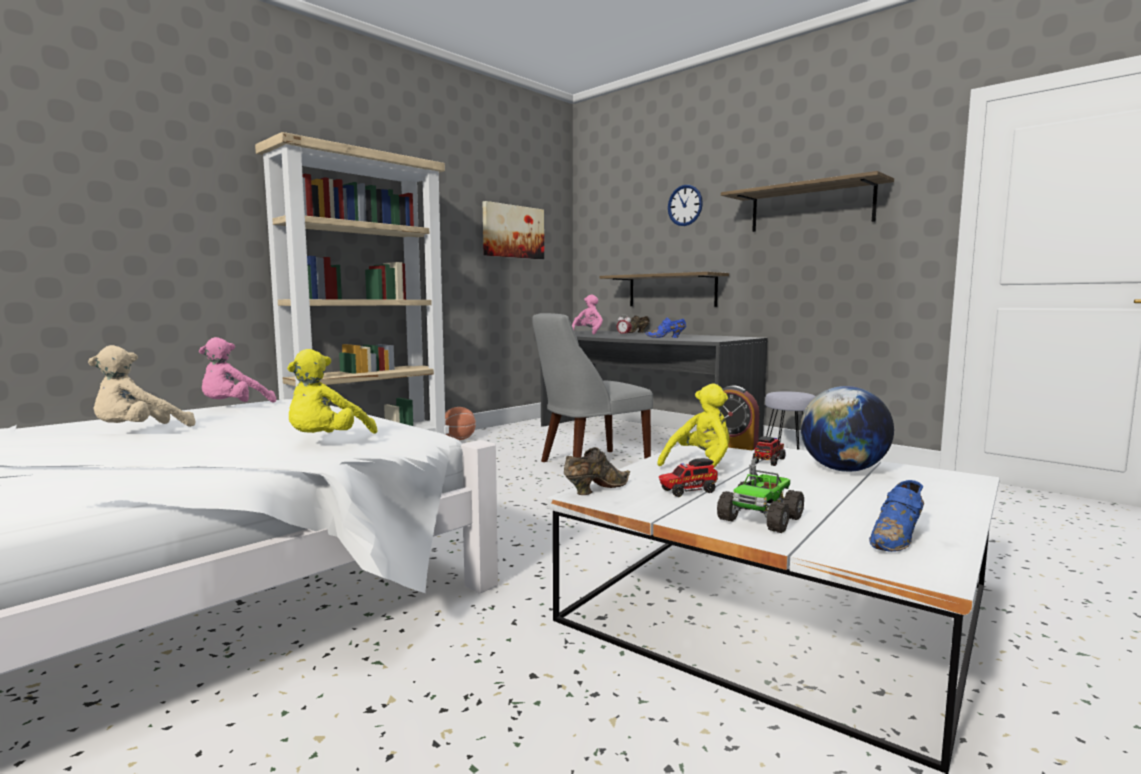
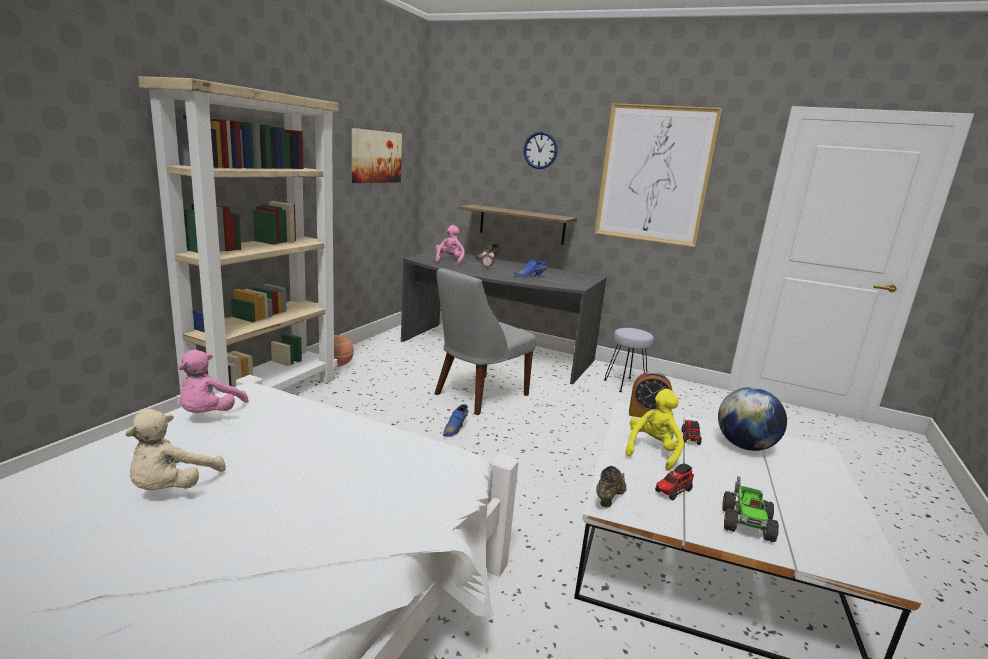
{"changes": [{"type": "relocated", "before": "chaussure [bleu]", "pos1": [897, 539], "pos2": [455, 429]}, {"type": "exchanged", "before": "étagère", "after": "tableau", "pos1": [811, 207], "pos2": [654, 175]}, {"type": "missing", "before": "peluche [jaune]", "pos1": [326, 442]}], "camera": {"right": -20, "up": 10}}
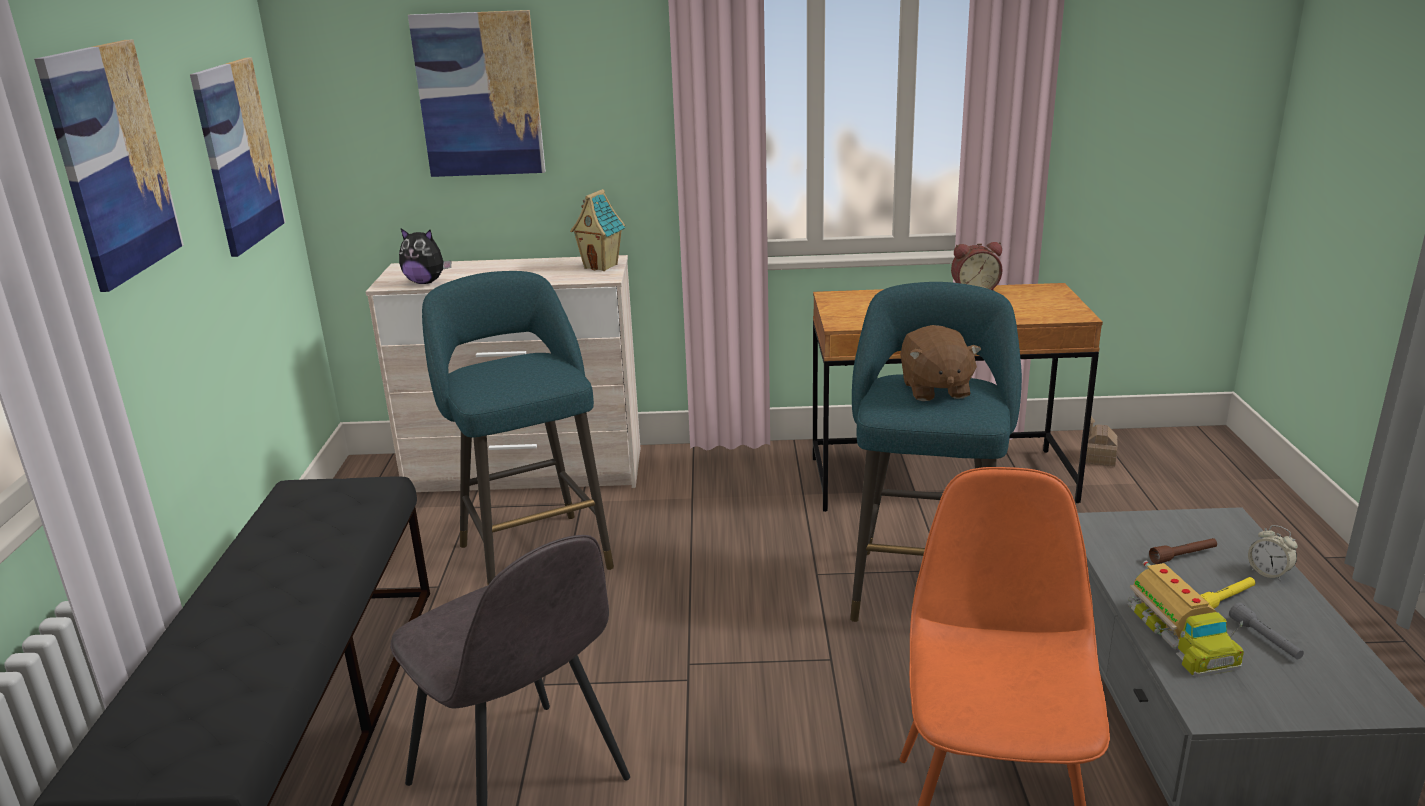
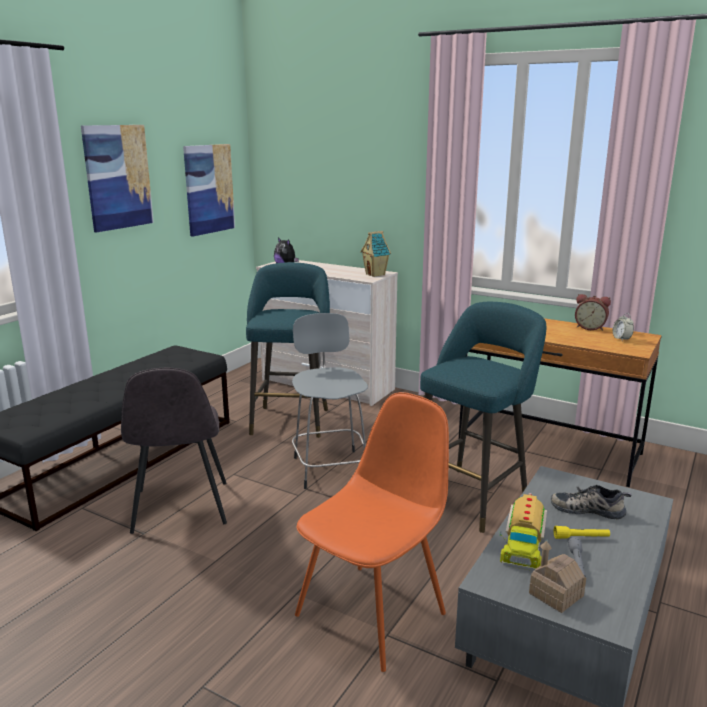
{"changes": [{"type": "appeared", "after": "tabouret [gris]", "pos2": [330, 467]}, {"type": "relocated", "before": "maison miniature", "pos1": [1098, 457], "pos2": [555, 594]}, {"type": "exchanged", "before": "lampe de poche [marron]", "after": "chaussure", "pos1": [1183, 556], "pos2": [588, 509]}, {"type": "relocated", "before": "réveil", "pos1": [1268, 573], "pos2": [621, 339]}, {"type": "missing", "before": "tableau", "pos1": [479, 95]}, {"type": "missing", "before": "peluche [marron]", "pos1": [934, 389]}], "camera": {"right": 30, "up": -5}}
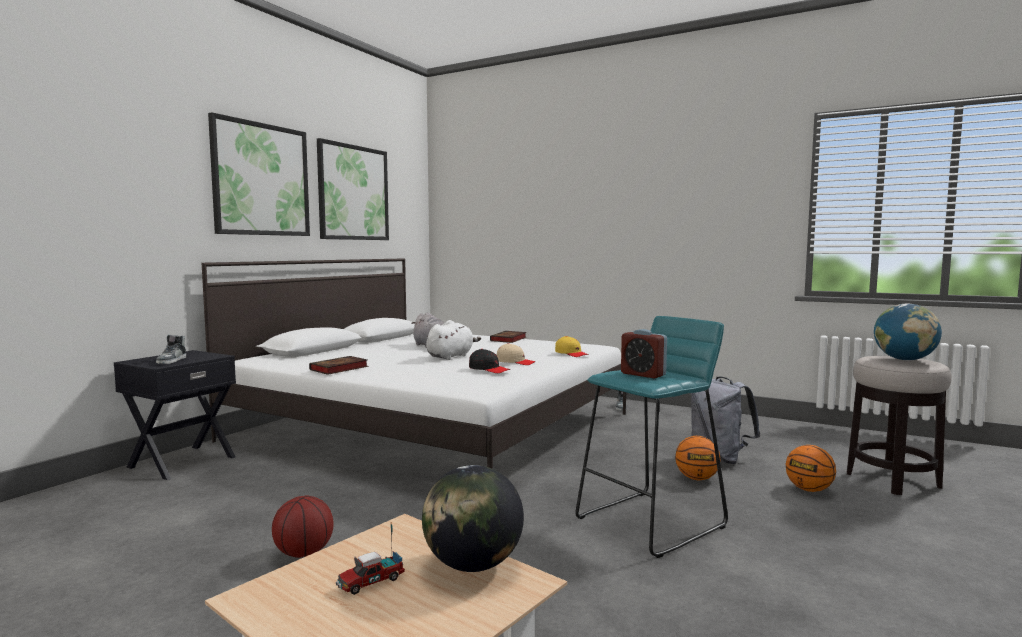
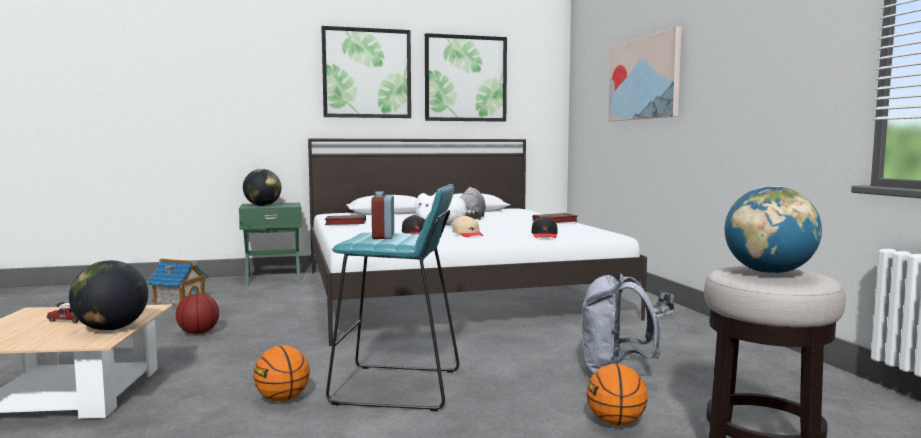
{"changes": [{"type": "appeared", "after": "maison miniature", "pos2": [179, 300]}, {"type": "colour", "before": "table de chevet [noir]", "after": "table de chevet [vert]", "pos1": [181, 462], "pos2": [273, 279]}, {"type": "exchanged", "before": "chaussure", "after": "globe", "pos1": [172, 361], "pos2": [262, 205]}, {"type": "relocated", "before": "ballon de basket", "pos1": [697, 478], "pos2": [282, 399]}, {"type": "colour", "before": "casquette [jaune]", "after": "casquette [noir]", "pos1": [571, 354], "pos2": [544, 235]}, {"type": "appeared", "after": "tableau", "pos2": [644, 78]}], "camera": {"right": 45, "up": 0}}
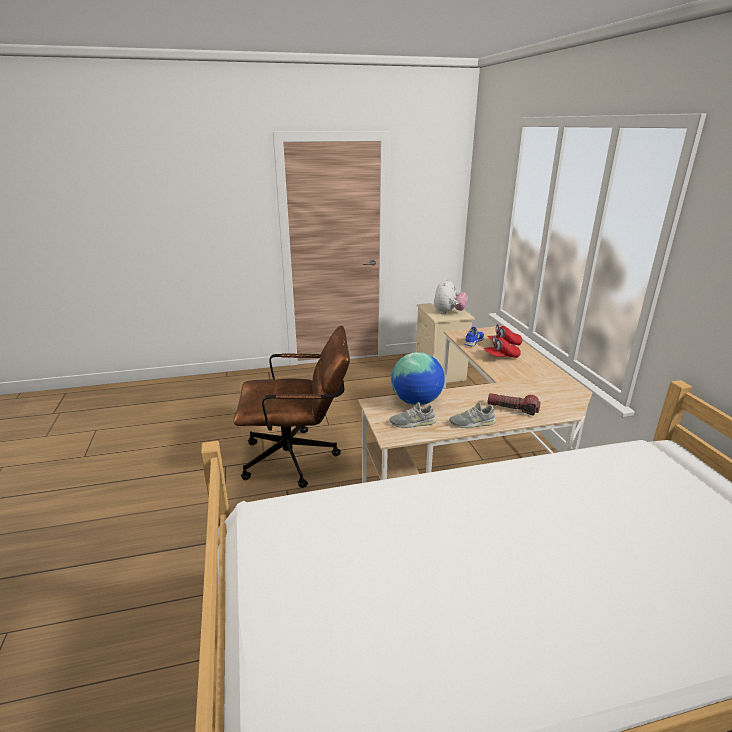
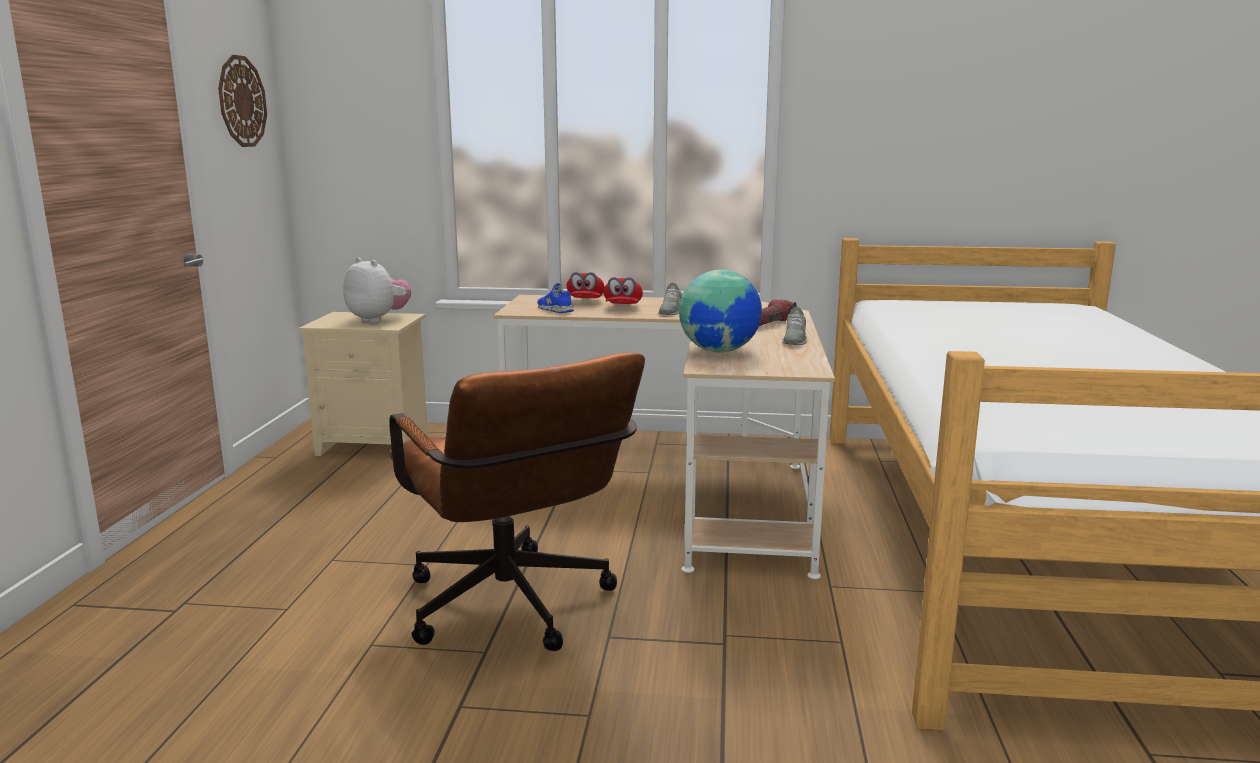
{"changes": [{"type": "appeared", "after": "horloge murale", "pos2": [241, 101]}, {"type": "spun", "before": "chaise de bureau [marron]", "pos1": [298, 458], "pos2": [515, 611], "turn": 135}, {"type": "relocated", "before": "chaussure [gris]", "pos1": [412, 422], "pos2": [670, 311]}], "camera": {"right": -70, "up": -10}}
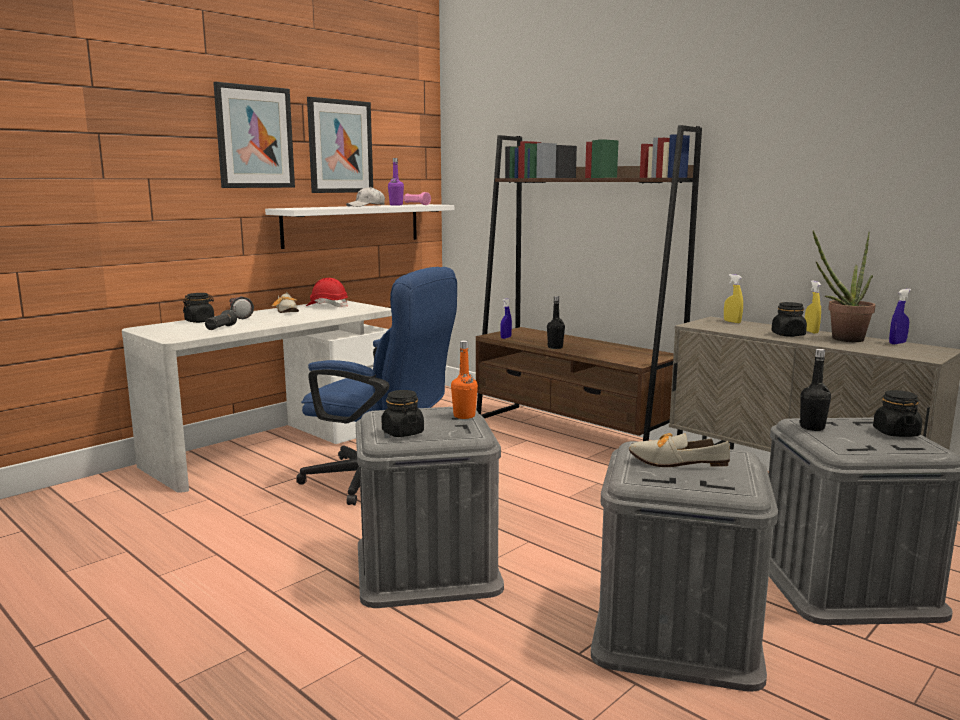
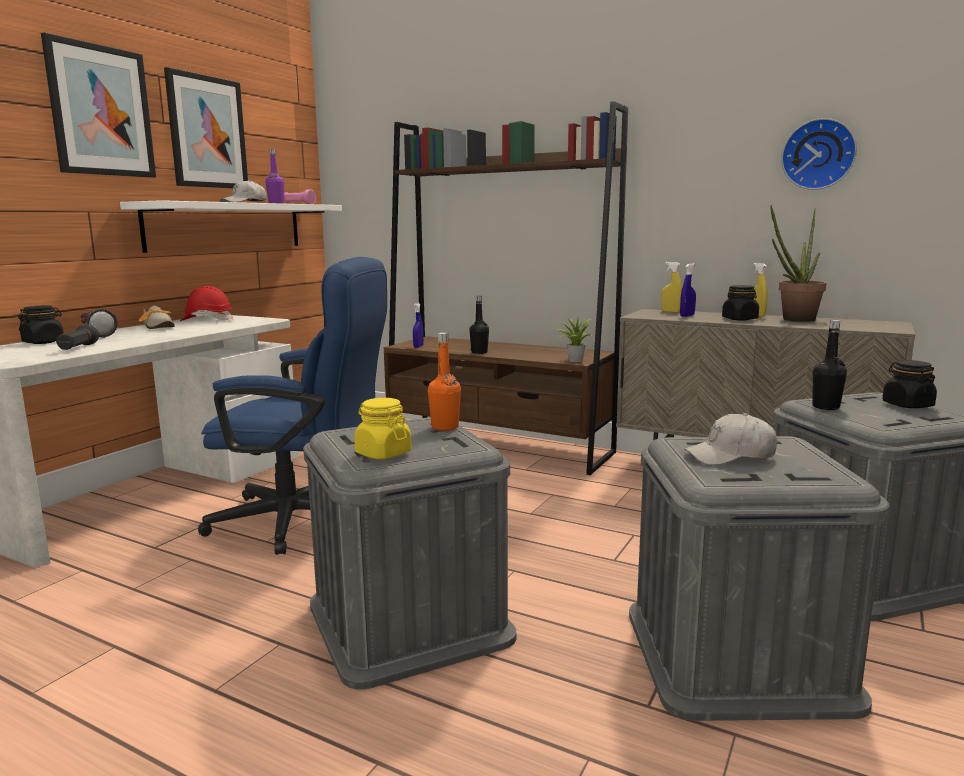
{"changes": [{"type": "colour", "before": "bocal [noir]", "after": "bocal [jaune]", "pos1": [402, 432], "pos2": [383, 453]}, {"type": "appeared", "after": "plante en pot", "pos2": [574, 360]}, {"type": "relocated", "before": "vaporisateur [bleu]", "pos1": [897, 343], "pos2": [687, 316]}, {"type": "exchanged", "before": "chaussure", "after": "casquette [blanc]", "pos1": [671, 461], "pos2": [731, 455]}, {"type": "appeared", "after": "horloge murale", "pos2": [818, 154]}], "camera": {"right": -15, "up": 0}}
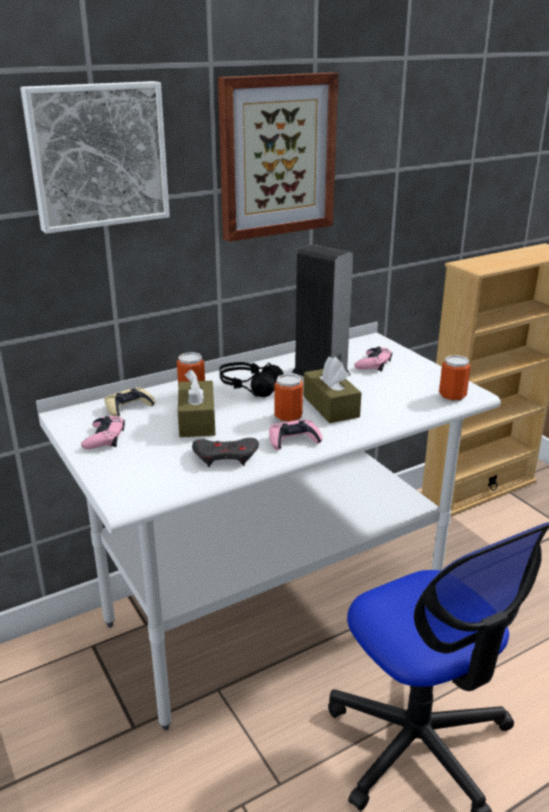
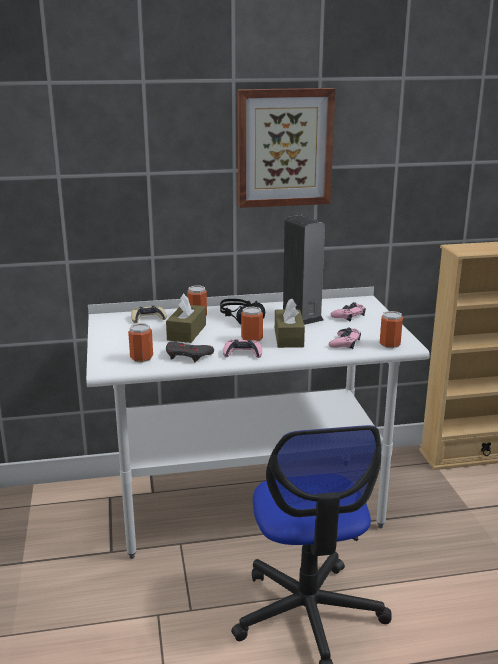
{"changes": [{"type": "appeared", "after": "boîte métallique", "pos2": [141, 358]}, {"type": "relocated", "before": "manette [rose]", "pos1": [104, 438], "pos2": [345, 342]}, {"type": "missing", "before": "tableau", "pos1": [97, 155]}], "camera": {"right": 20, "up": -5}}
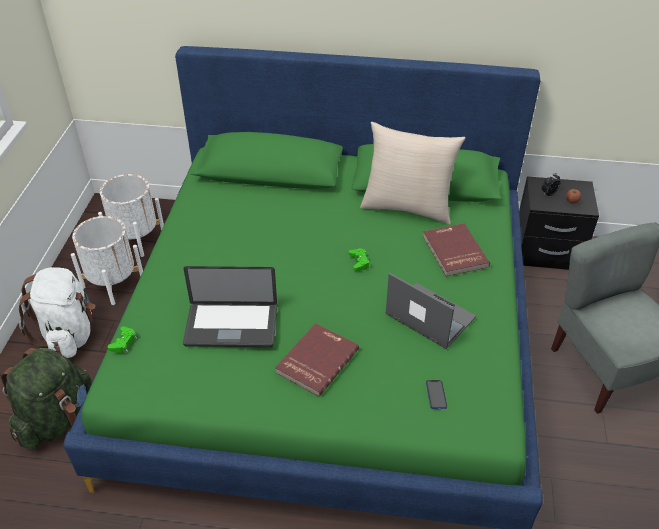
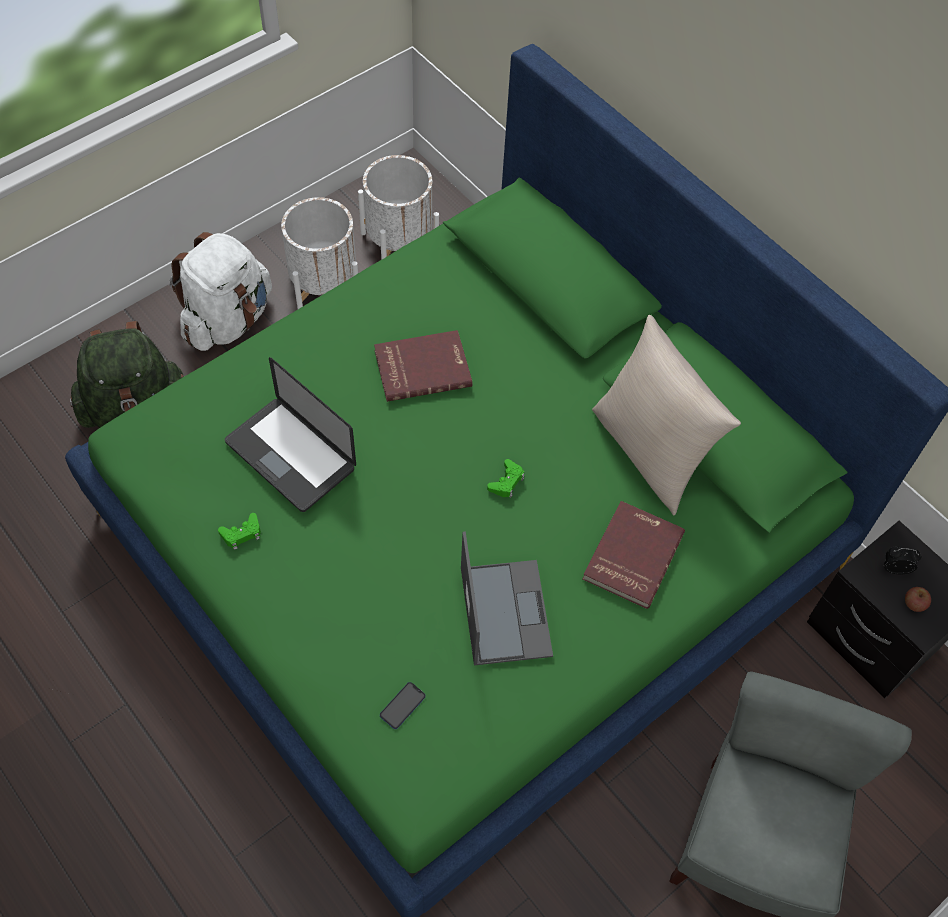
{"changes": [{"type": "relocated", "before": "manette [vert]", "pos1": [123, 343], "pos2": [242, 534]}, {"type": "relocated", "before": "livre [rouge]", "pos1": [316, 360], "pos2": [422, 367]}], "camera": {"right": 40, "up": 15}}
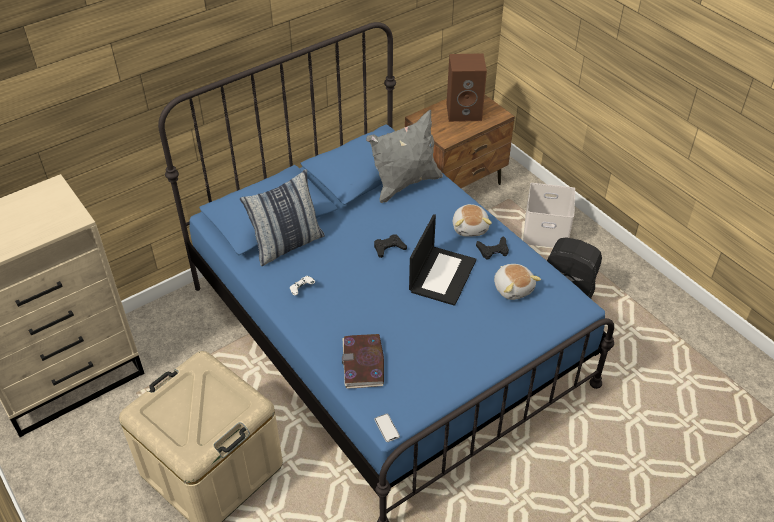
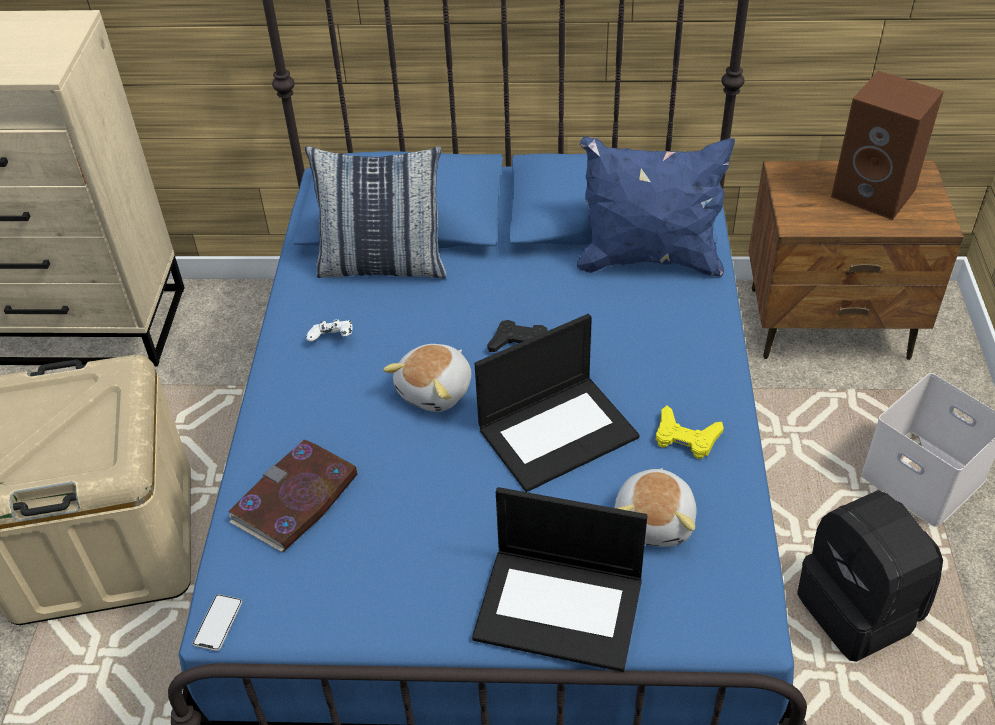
{"changes": [{"type": "relocated", "before": "peluche", "pos1": [470, 227], "pos2": [436, 390]}, {"type": "appeared", "after": "ordinateur portable", "pos2": [561, 607]}, {"type": "colour", "before": "coussin [gris]", "after": "coussin [bleu]", "pos1": [405, 184], "pos2": [649, 259]}, {"type": "colour", "before": "manette [noir]", "after": "manette [jaune]", "pos1": [493, 250], "pos2": [686, 438]}], "camera": {"right": 40, "up": 0}}
